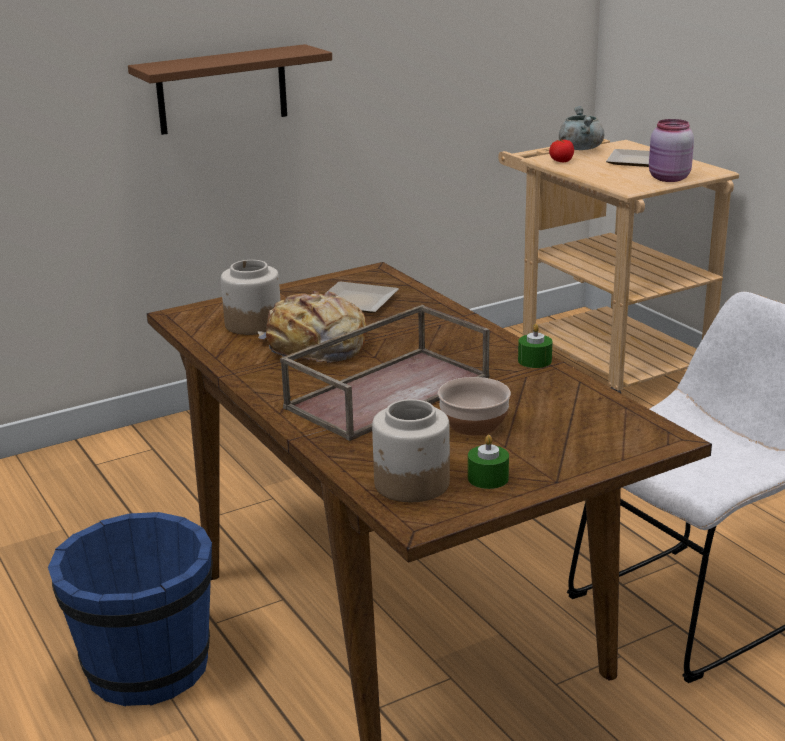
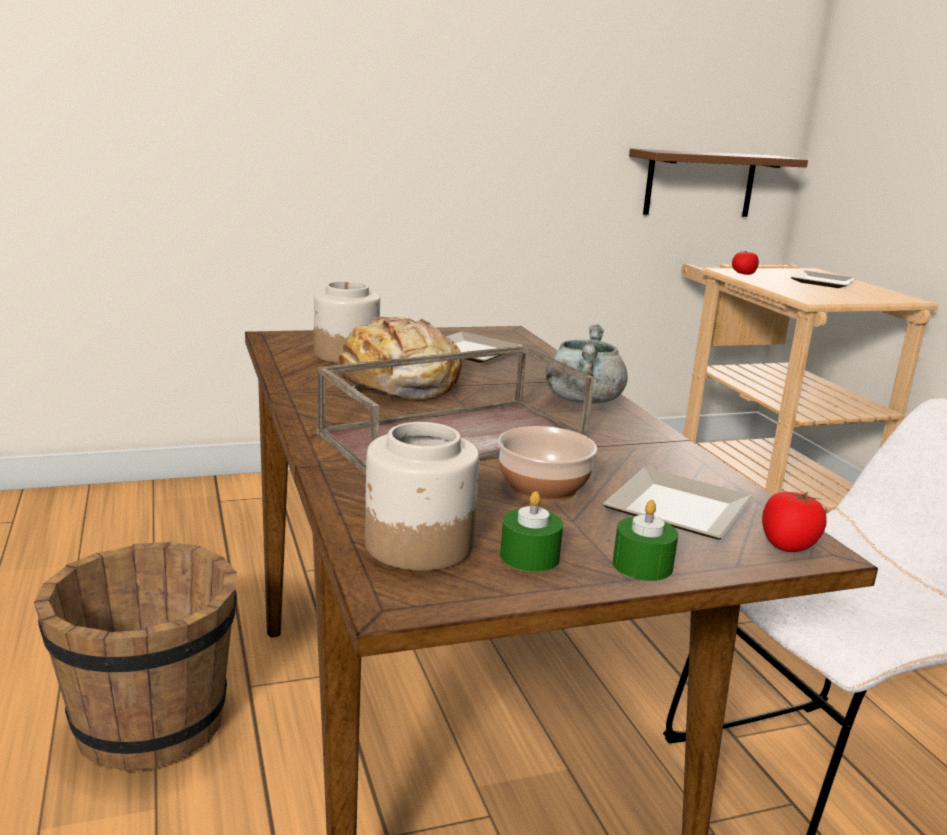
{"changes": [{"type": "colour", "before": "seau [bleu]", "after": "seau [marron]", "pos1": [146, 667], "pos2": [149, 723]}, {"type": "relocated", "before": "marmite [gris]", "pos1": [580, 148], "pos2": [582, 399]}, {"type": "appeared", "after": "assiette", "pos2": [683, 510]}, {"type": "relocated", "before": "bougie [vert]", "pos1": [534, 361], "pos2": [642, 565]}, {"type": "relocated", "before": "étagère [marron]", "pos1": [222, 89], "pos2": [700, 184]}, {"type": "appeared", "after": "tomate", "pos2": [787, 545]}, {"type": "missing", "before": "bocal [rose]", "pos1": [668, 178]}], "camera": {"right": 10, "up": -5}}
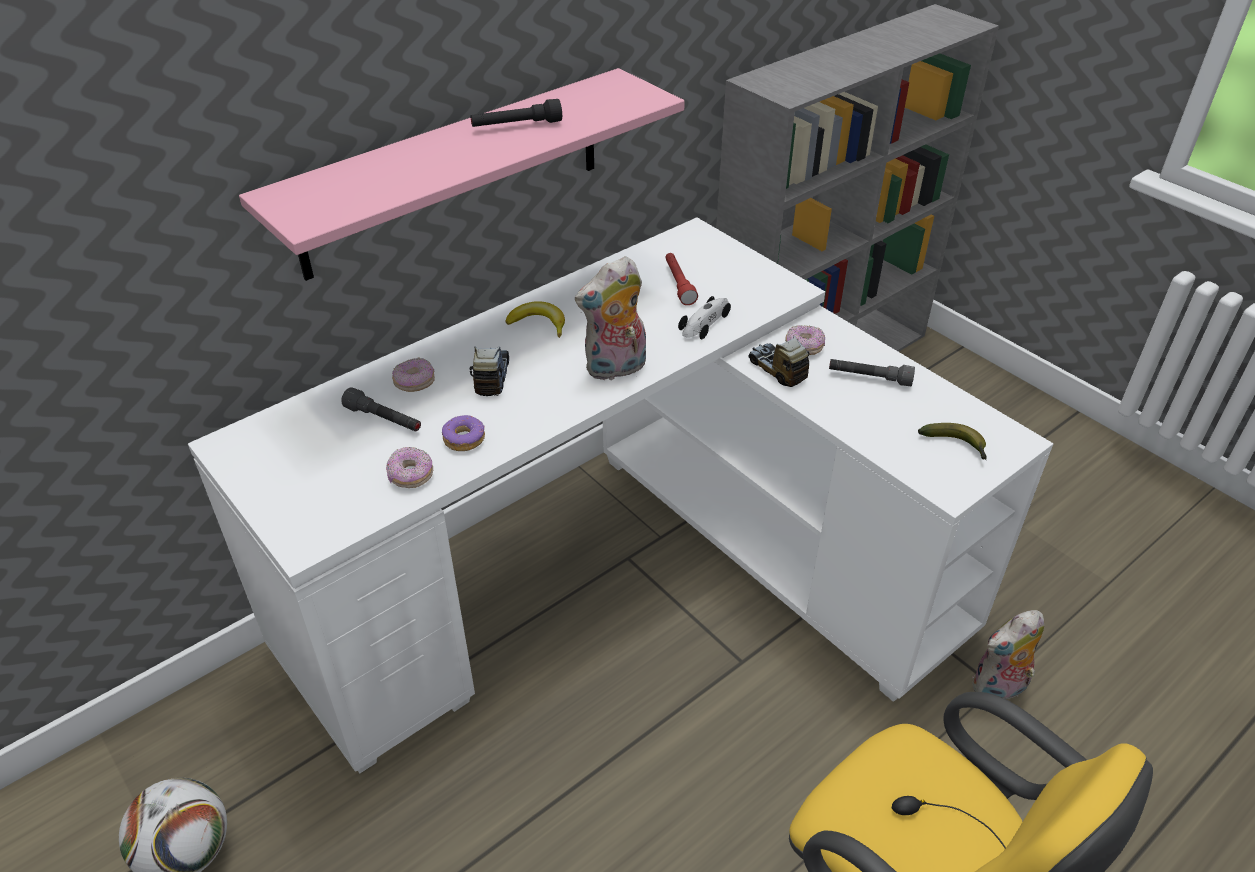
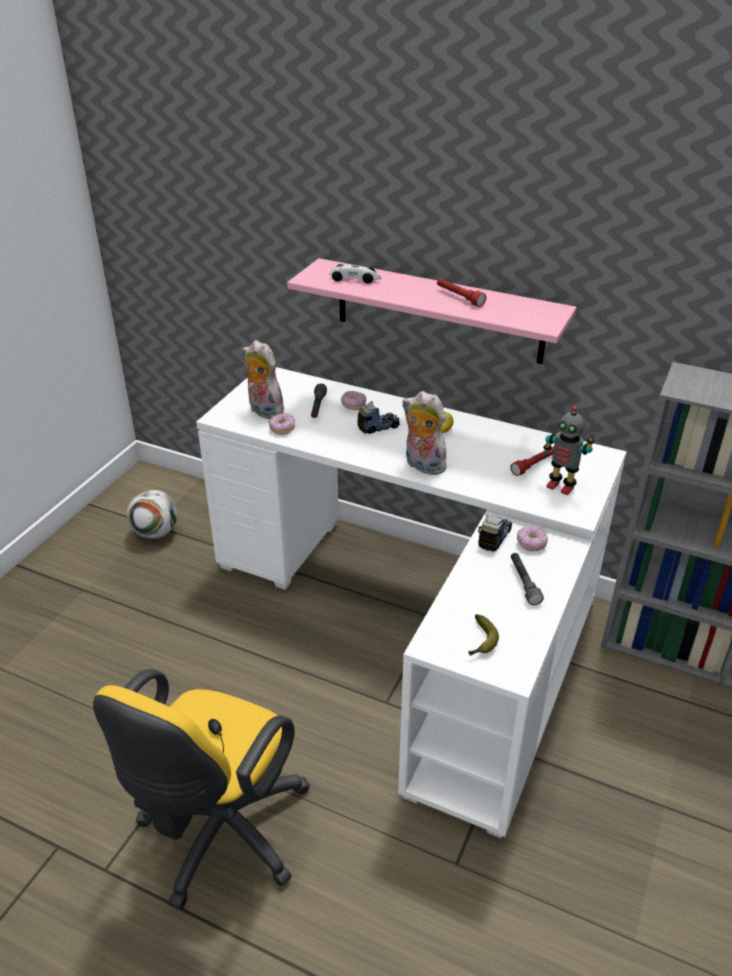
{"changes": [{"type": "relocated", "before": "peluche", "pos1": [999, 689], "pos2": [263, 411]}, {"type": "relocated", "before": "petite voiture", "pos1": [706, 322], "pos2": [355, 279]}, {"type": "colour", "before": "lampe de poche [noir]", "after": "lampe de poche [rouge]", "pos1": [516, 126], "pos2": [459, 297]}, {"type": "appeared", "after": "robot jouet", "pos2": [561, 486]}, {"type": "missing", "before": "beignet", "pos1": [464, 439]}], "camera": {"right": 65, "up": -5}}
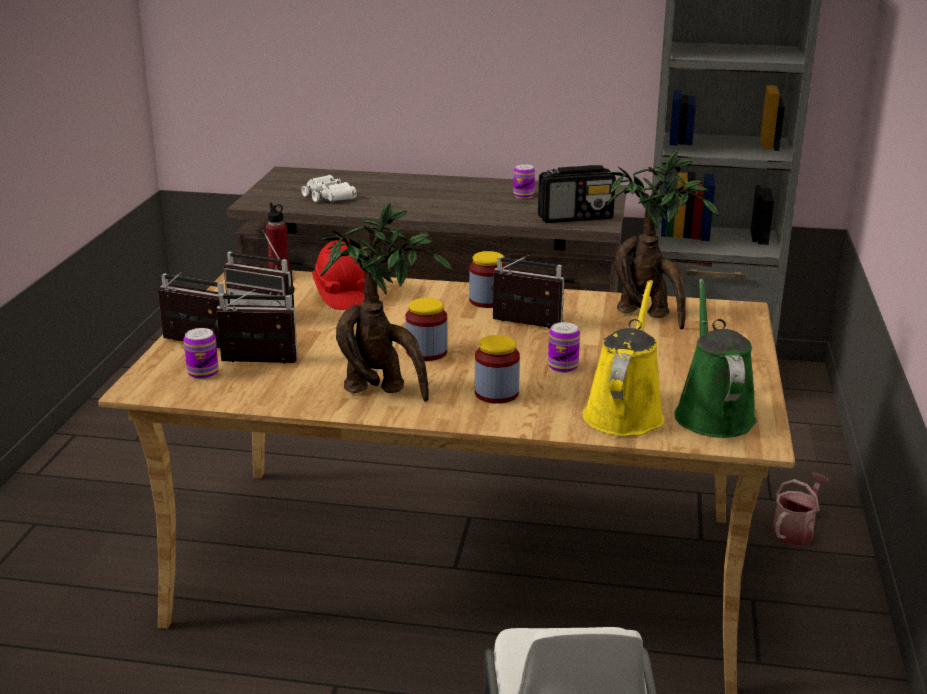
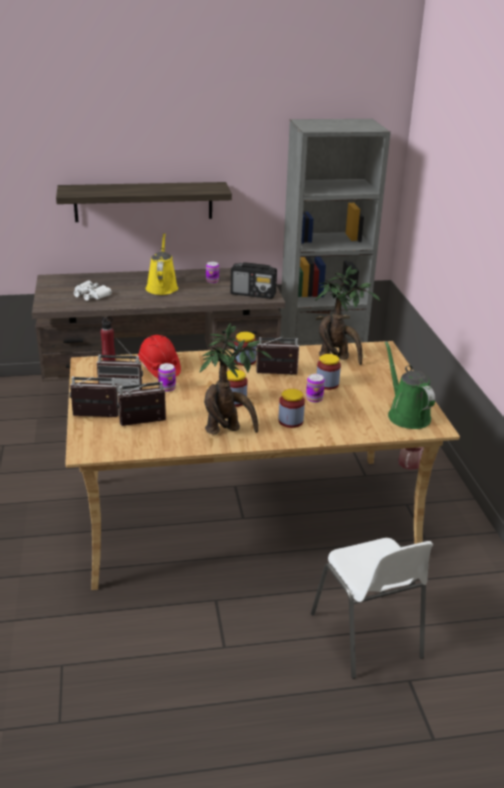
{"changes": [{"type": "appeared", "after": "étagère", "pos2": [143, 201]}, {"type": "relocated", "before": "arrosoir [jaune]", "pos1": [624, 412], "pos2": [162, 287]}, {"type": "relocated", "before": "boîte métallique", "pos1": [203, 373], "pos2": [167, 388]}, {"type": "spun", "before": "radio", "pos1": [576, 217], "pos2": [253, 294], "turn": 45}, {"type": "appeared", "after": "bocal", "pos2": [327, 384]}], "camera": {"right": -20, "up": 5}}
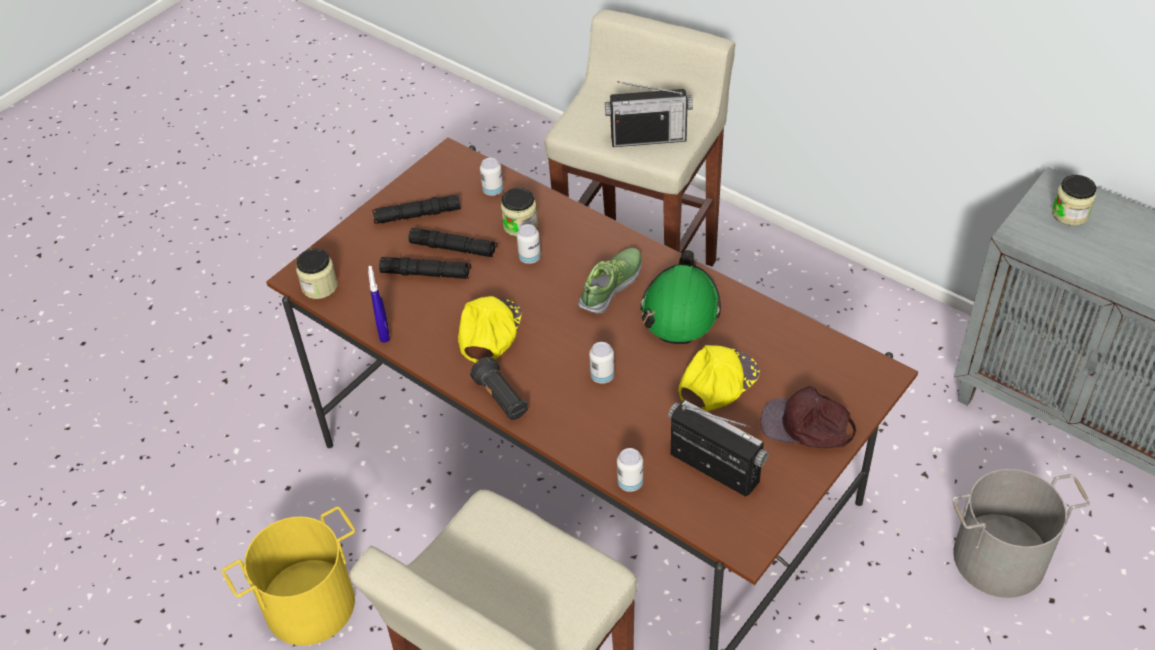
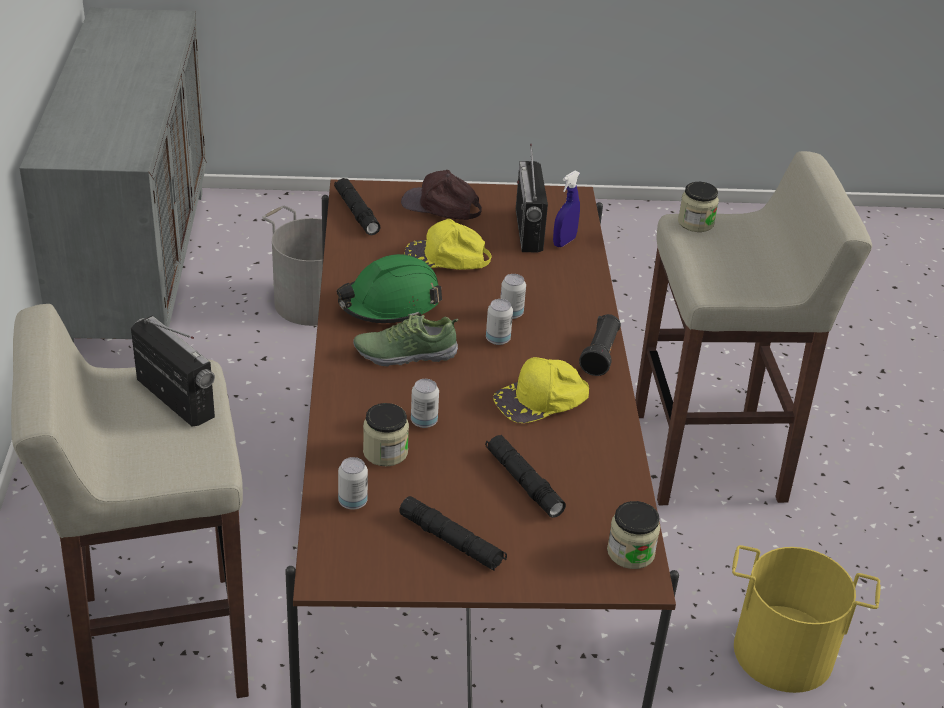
{"changes": [{"type": "relocated", "before": "lampe de poche [noir]", "pos1": [453, 248], "pos2": [357, 212]}, {"type": "spun", "before": "casquette [marron]", "pos1": [807, 426], "pos2": [441, 206], "turn": 135}, {"type": "relocated", "before": "boîte métallique", "pos1": [630, 483], "pos2": [498, 339]}, {"type": "relocated", "before": "vaporisateur [bleu]", "pos1": [384, 332], "pos2": [564, 242]}, {"type": "relocated", "before": "bocal", "pos1": [1070, 214], "pos2": [695, 223]}], "camera": {"right": -135, "up": -10}}
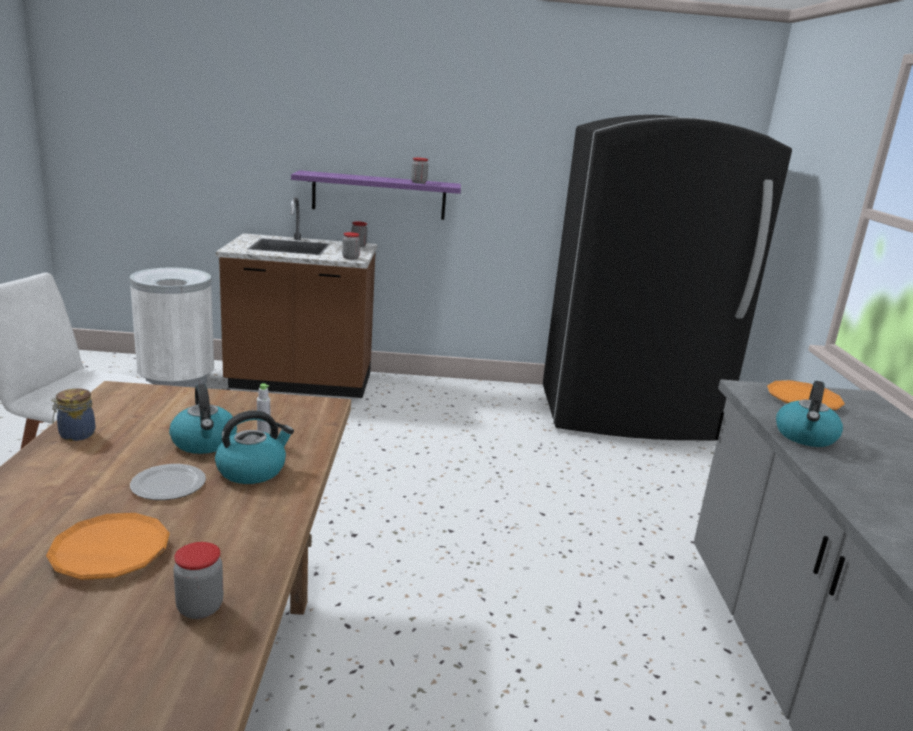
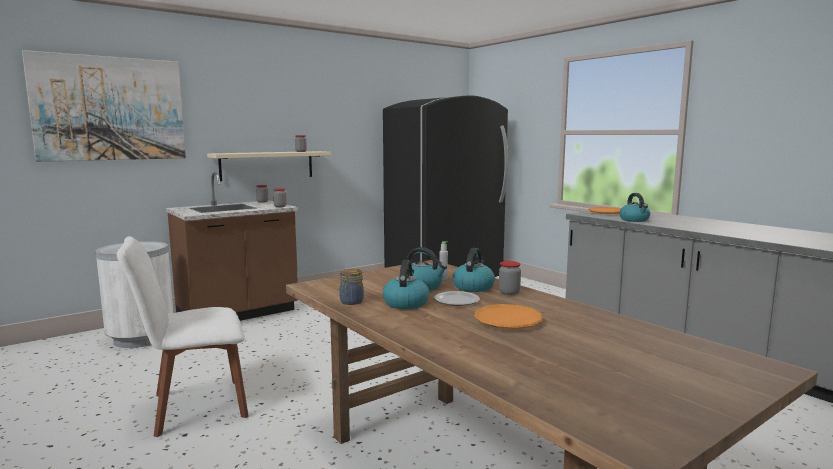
{"changes": [{"type": "appeared", "after": "tableau", "pos2": [110, 109]}, {"type": "colour", "before": "étagère [violet]", "after": "étagère [beige]", "pos1": [379, 195], "pos2": [267, 165]}, {"type": "appeared", "after": "bouilloire", "pos2": [405, 303]}, {"type": "relocated", "before": "bocal", "pos1": [200, 608], "pos2": [509, 292]}], "camera": {"right": -35, "up": -10}}
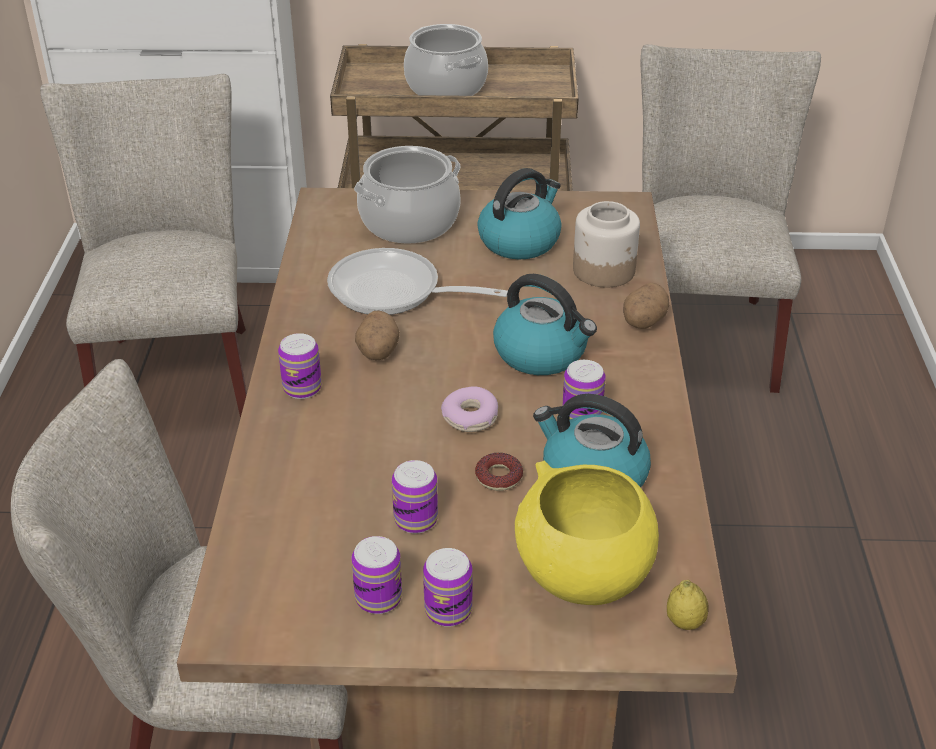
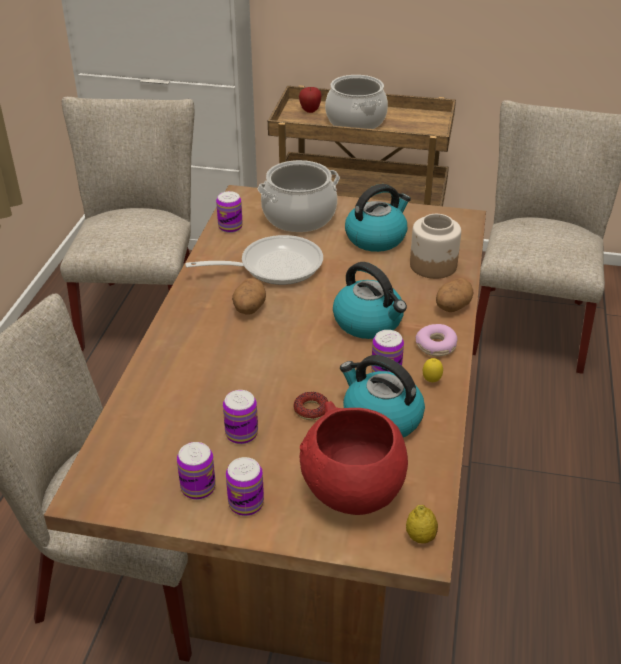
{"changes": [{"type": "spun", "before": "poêle", "pos1": [394, 292], "pos2": [273, 266], "turn": 135}, {"type": "relocated", "before": "boîte métallique", "pos1": [302, 388], "pos2": [230, 227]}, {"type": "appeared", "after": "pomme", "pos2": [310, 111]}, {"type": "colour", "before": "bol [jaune]", "after": "bol [rouge]", "pos1": [582, 578], "pos2": [352, 493]}, {"type": "relocated", "before": "beignet", "pos1": [470, 417], "pos2": [436, 346]}, {"type": "appeared", "after": "citron", "pos2": [431, 381]}], "camera": {"right": 10, "up": 0}}
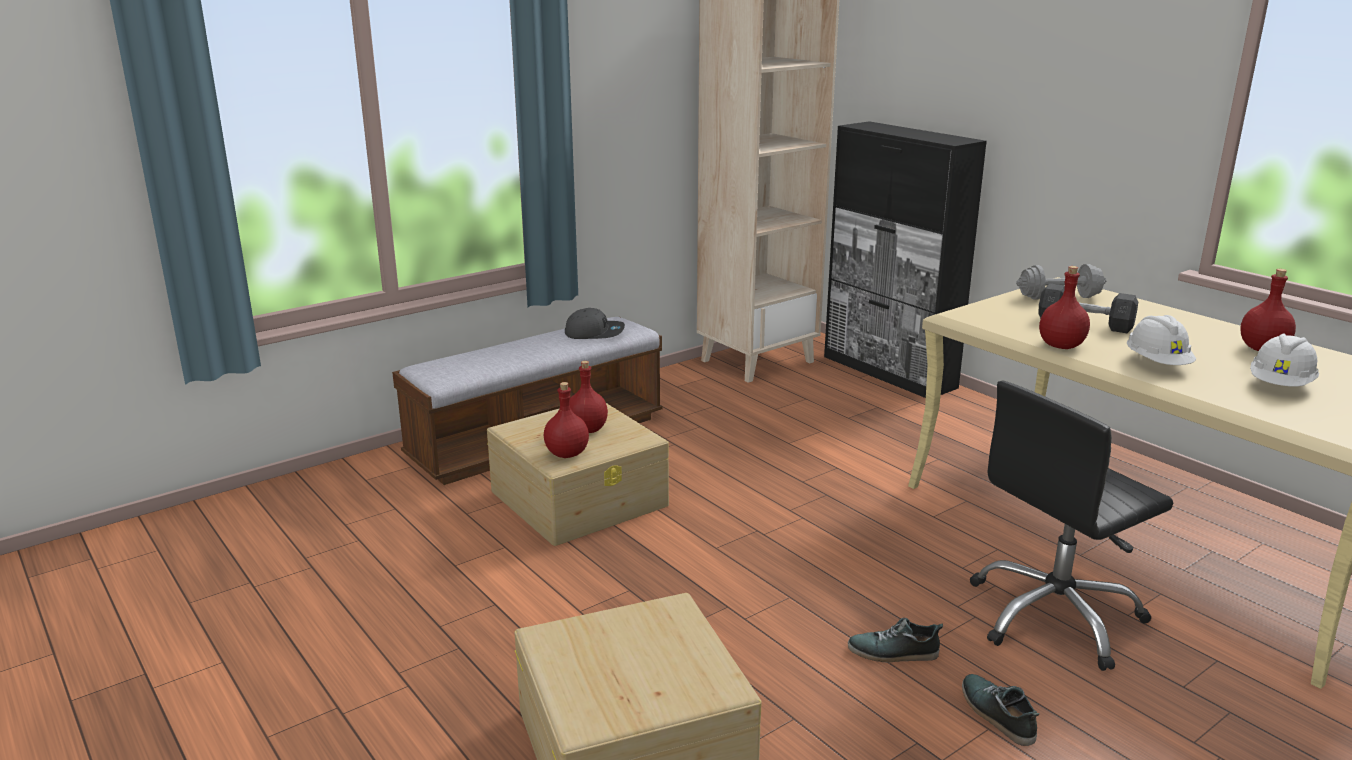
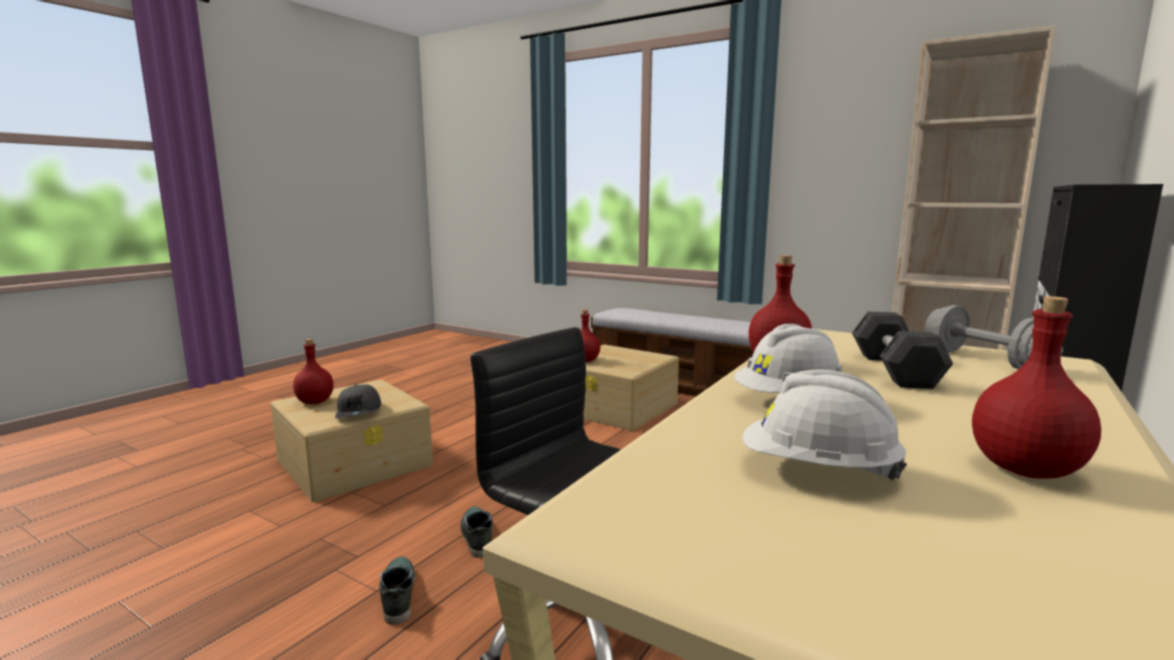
{"changes": [{"type": "relocated", "before": "bouteille [rouge]", "pos1": [587, 429], "pos2": [316, 402]}, {"type": "relocated", "before": "casquette [gris]", "pos1": [595, 333], "pos2": [359, 411]}, {"type": "spun", "before": "chaussure", "pos1": [996, 714], "pos2": [397, 594], "turn": -60}], "camera": {"right": 70, "up": -10}}
